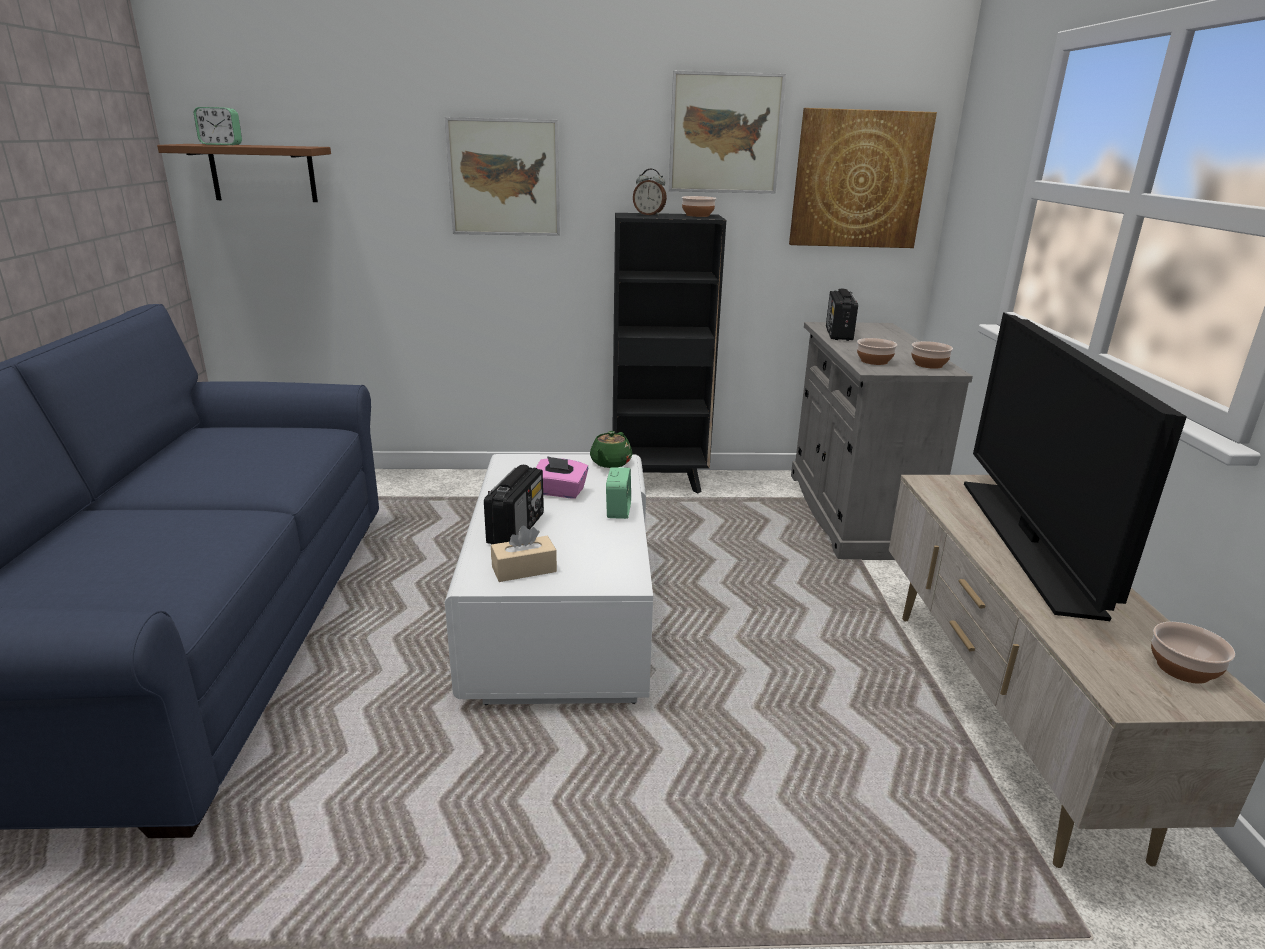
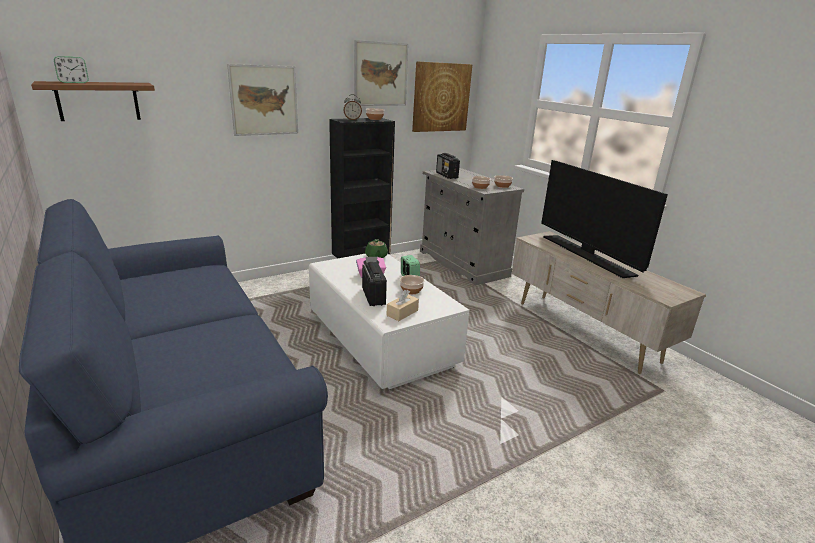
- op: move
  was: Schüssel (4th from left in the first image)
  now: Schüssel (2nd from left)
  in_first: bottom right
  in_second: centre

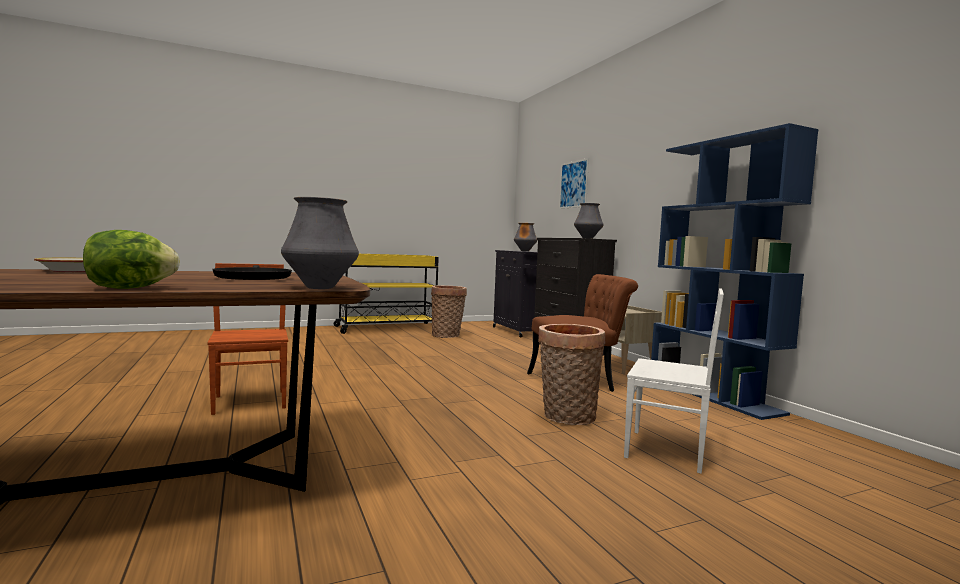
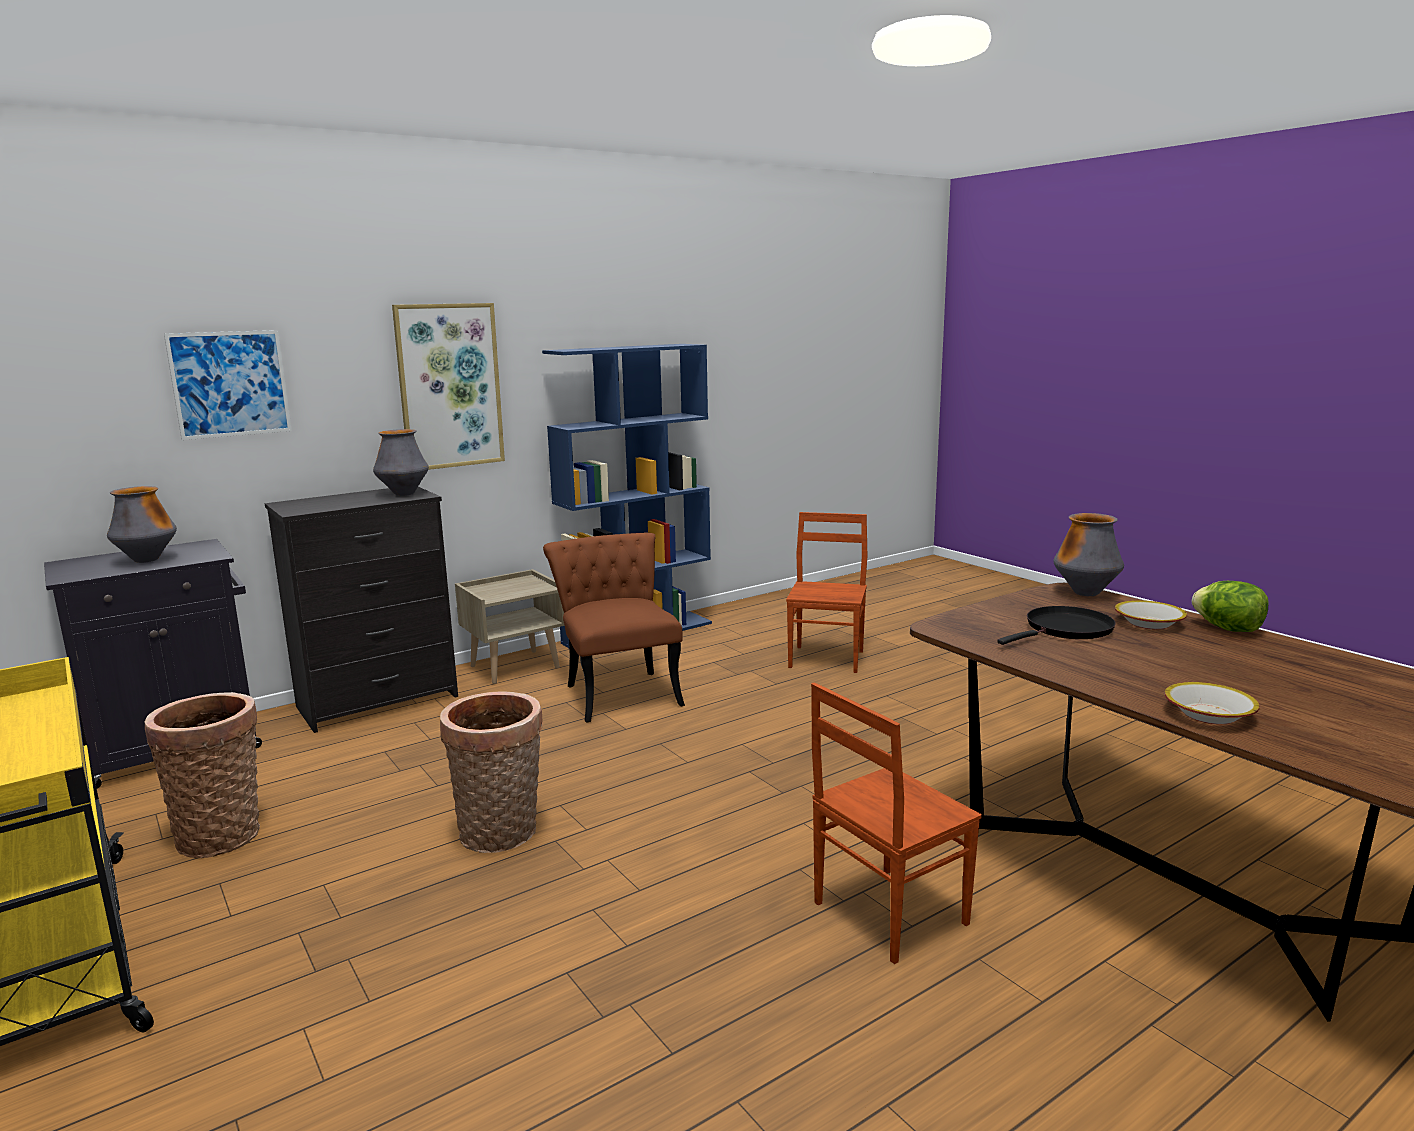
- op: insert
  now: Bild (2nd from left)
  in_second: middle left
- op: insert
  now: Schüssel (1st from left)
  in_second: middle right
- op: move
  was: Korb (2nd from left)
  in_first: centre
  in_second: bottom centre
- op: recolor
  was: Stuhl/weiß
  now: Stuhl/braun (2nd from left)
  in_first: middle right
  in_second: centre

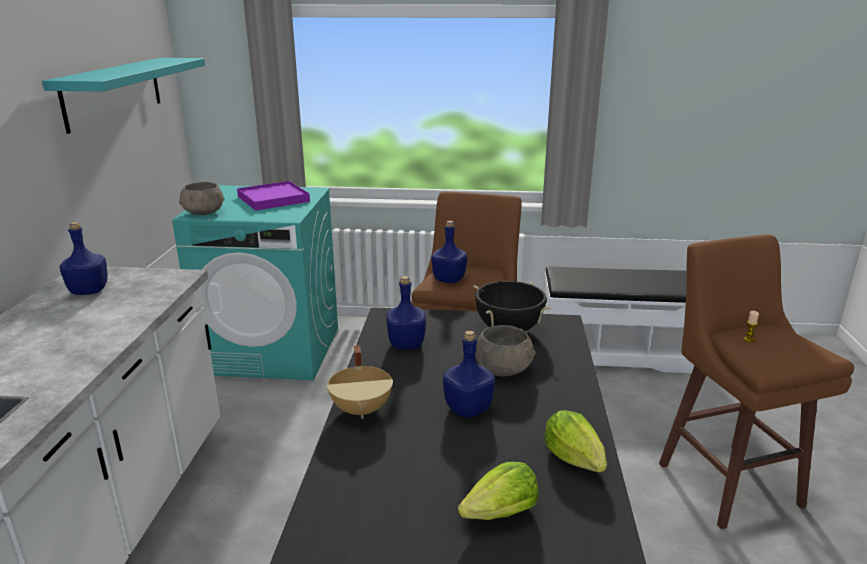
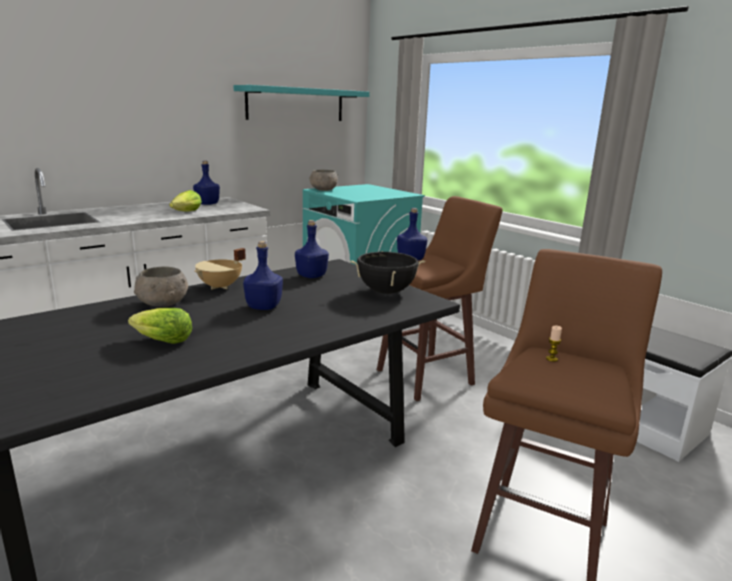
- op: delete
  was: Tablett/lila
  in_first: middle left
- op: move
  was: Schüssel/grau (2nd from left in the first image)
  now: Schüssel/grau (1st from left)
  in_first: centre
  in_second: middle left
- op: move
  was: Salatkopf (2nd from left)
  in_first: bottom centre
  in_second: middle left

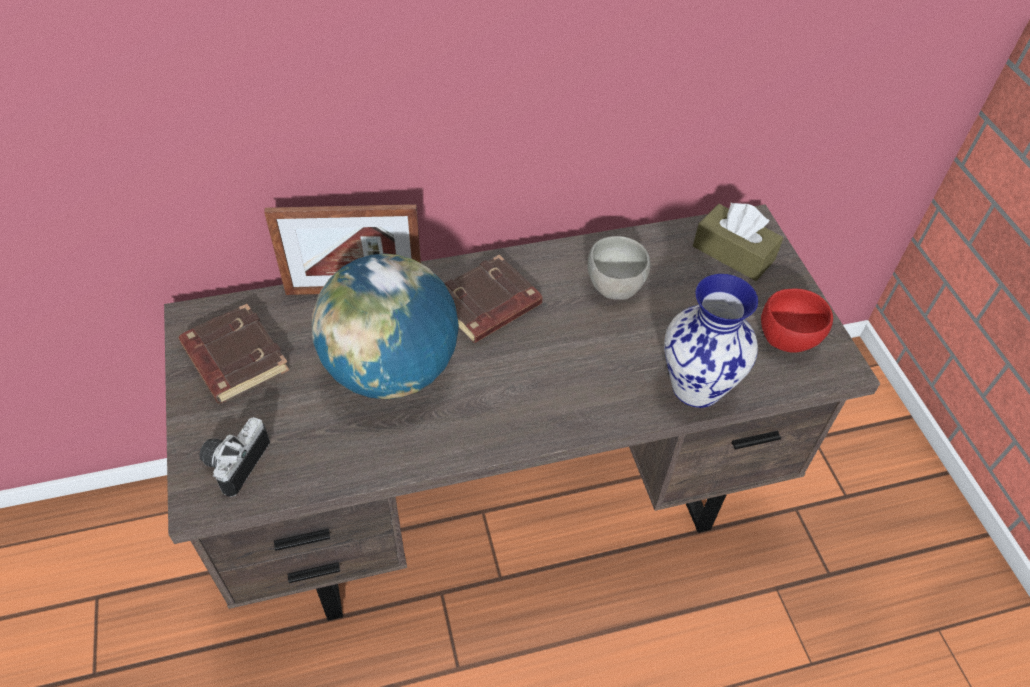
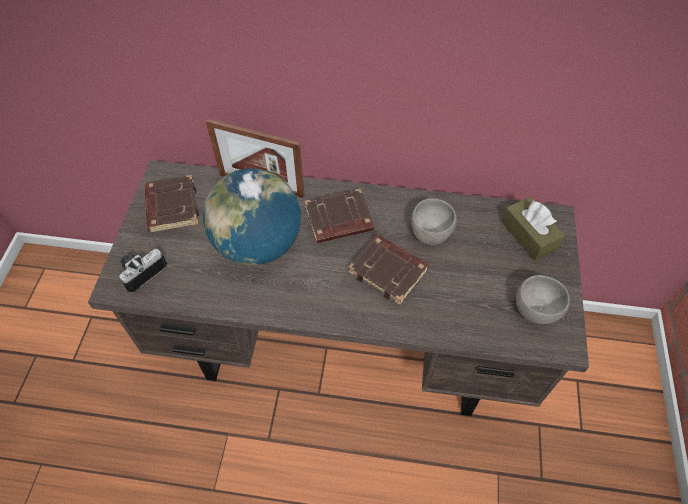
- op: delete
  was: Vase
  in_first: middle right
- op: insert
  now: Buch/braun (3rd from left)
  in_second: centre
- op: recolor
  was: Schüssel/rot
  now: Schüssel/grau (2nd from left)
  in_first: middle right
  in_second: middle right

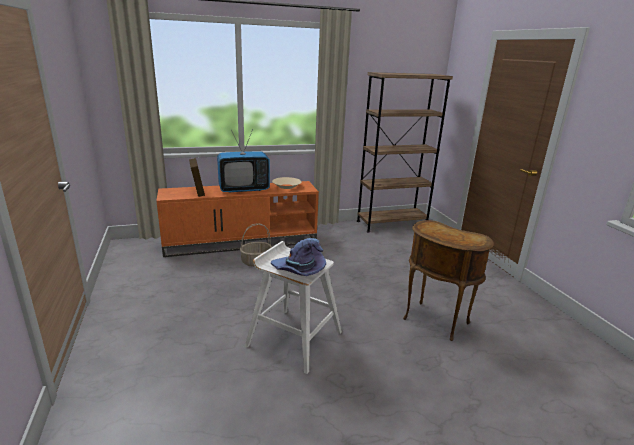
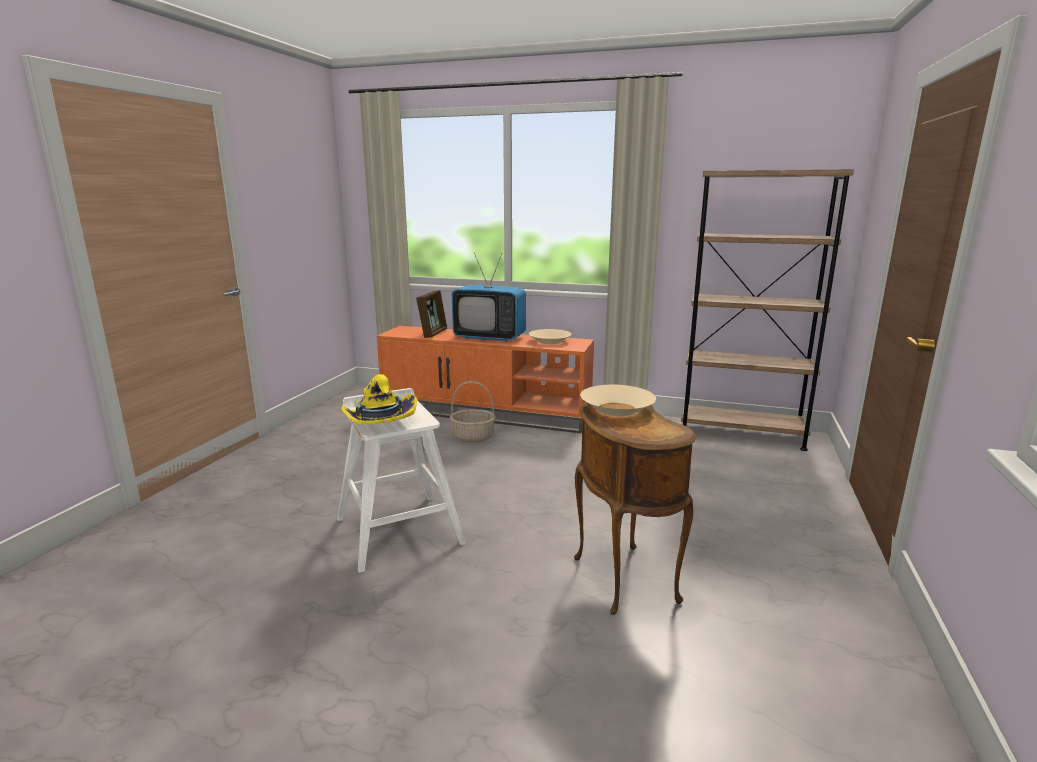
- op: insert
  now: Schüssel/beige (2nd from left)
  in_second: centre
- op: recolor
  was: Hut/lila
  now: Hut/gelb
  in_first: centre
  in_second: centre

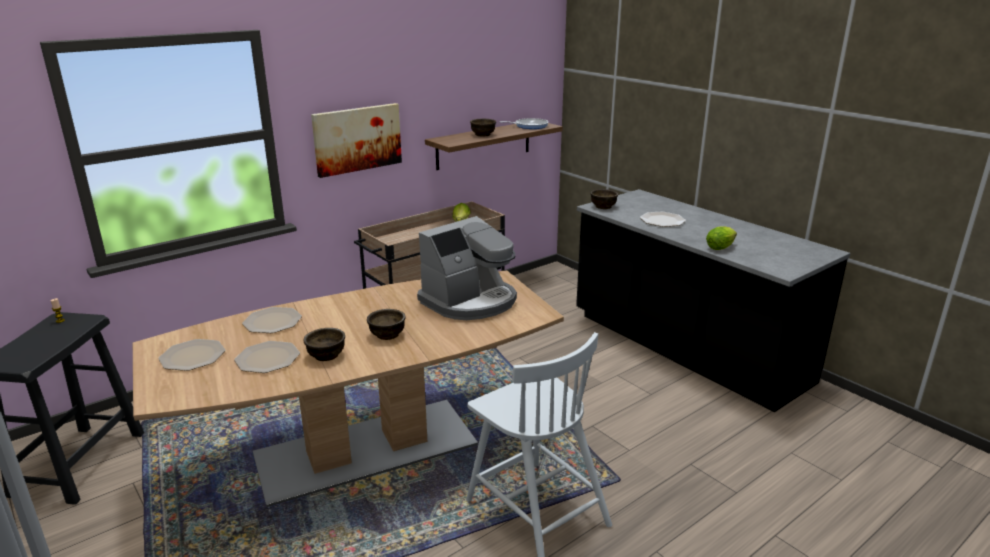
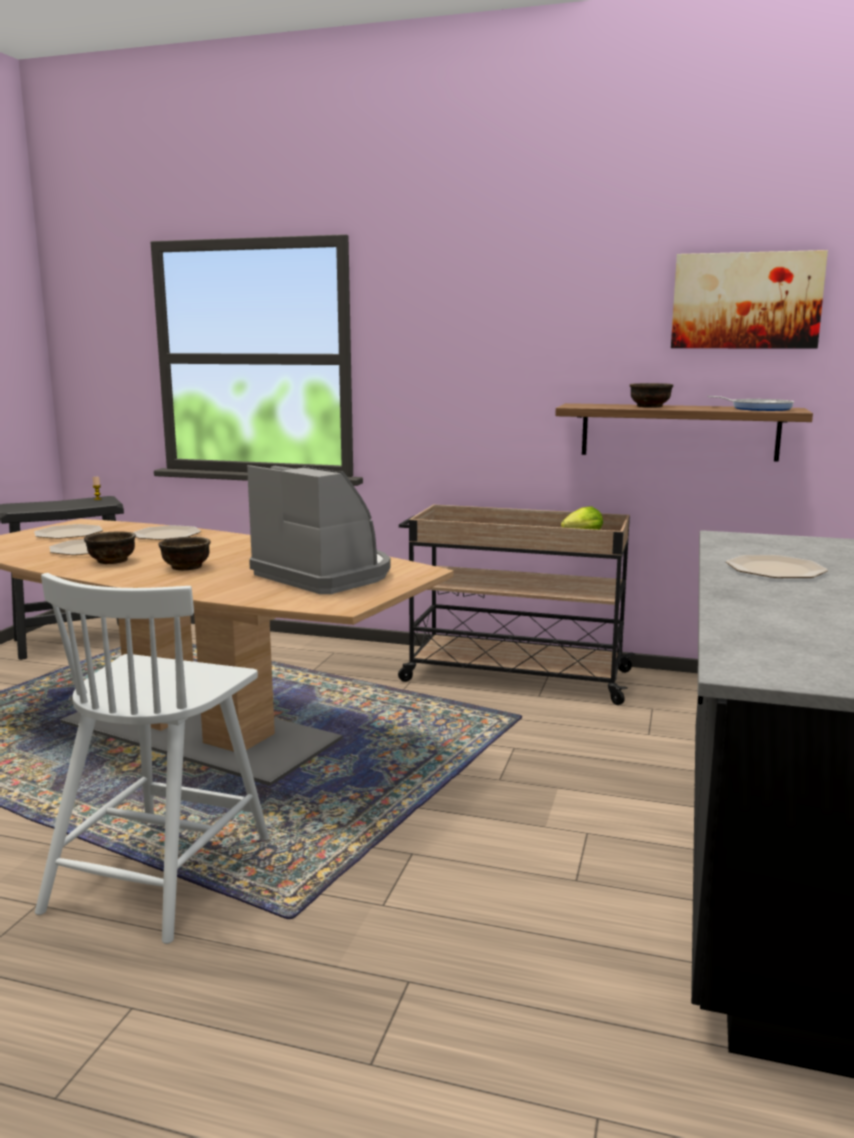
- op: delete
  was: Schüssel/braun (4th from left)
  in_first: centre
- op: delete
  was: Salatkopf (2nd from left)
  in_first: middle right
- op: move
  was: Bild
  in_first: top centre
  in_second: top right
- op: rotate
  was: Kaffeemaschine
  in_first: centre
  in_second: centre
  clockwise: -150

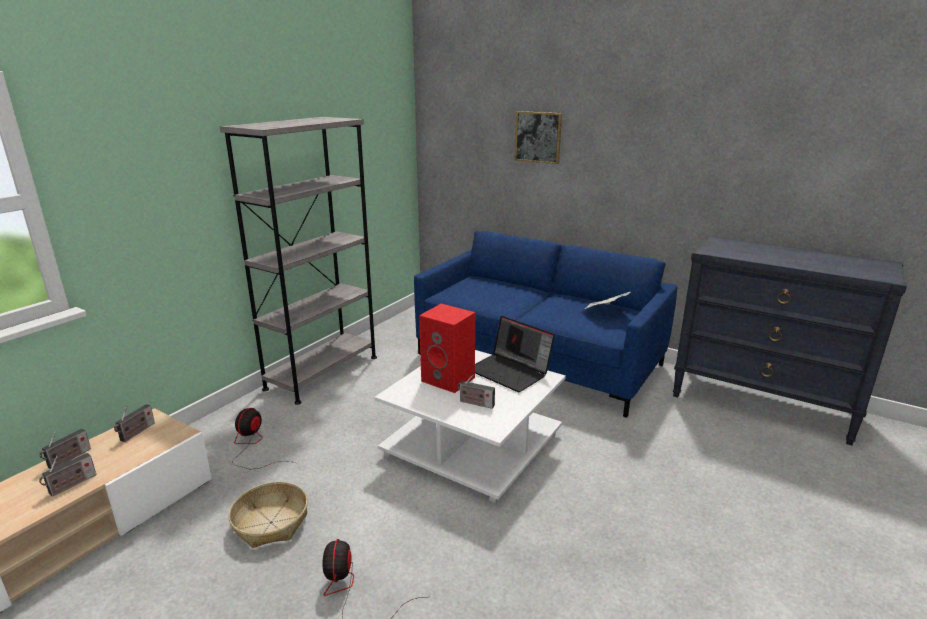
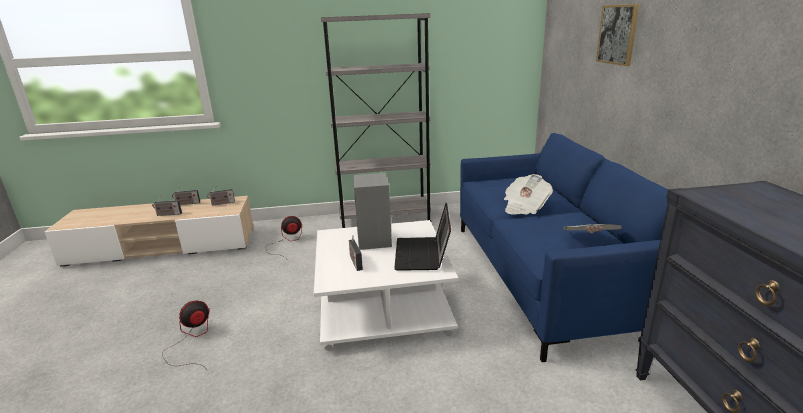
- op: delete
  was: Korb
  in_first: bottom left
- op: insert
  now: Zeitung (1st from left)
  in_second: centre
- op: recolor
  was: Lautsprecher/rot
  now: Lautsprecher/grau
  in_first: centre
  in_second: centre

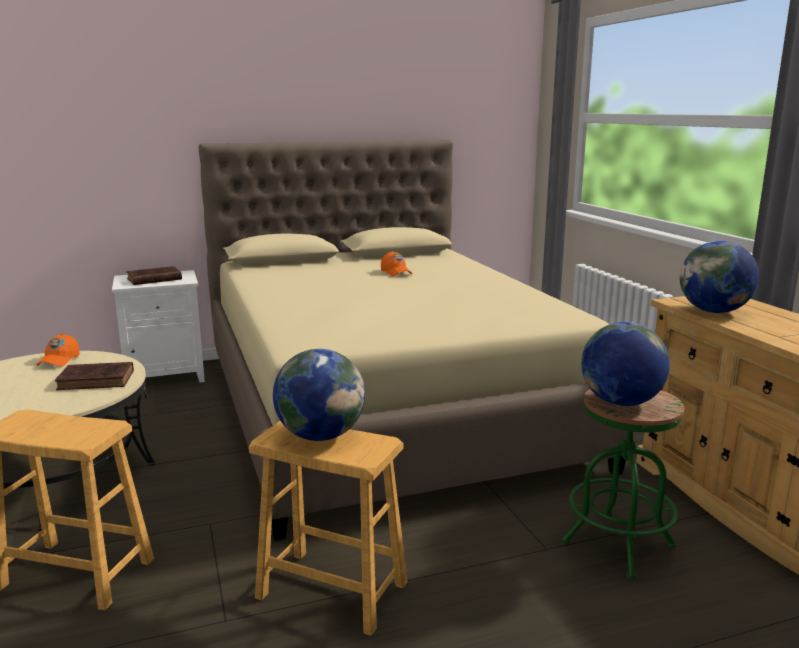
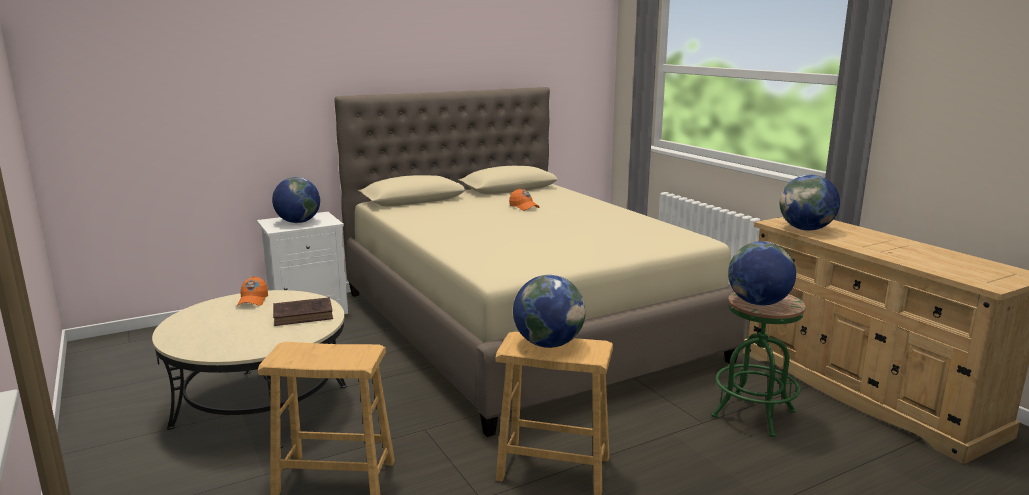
- op: replace
  was: Buch/braun (2nd from left)
  now: Globus (1st from left)
  in_first: middle left
  in_second: middle left

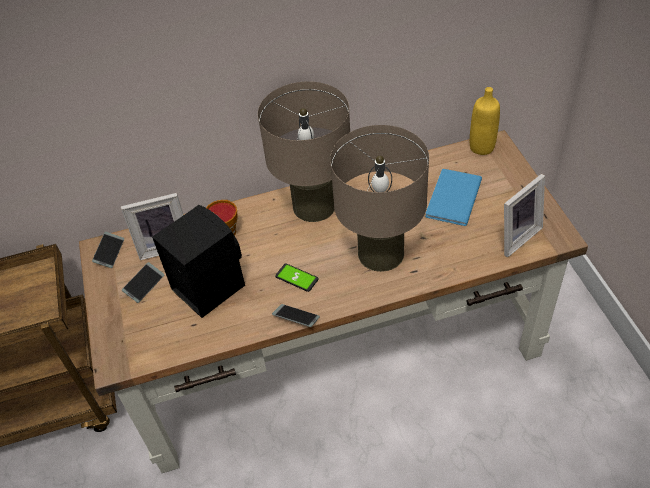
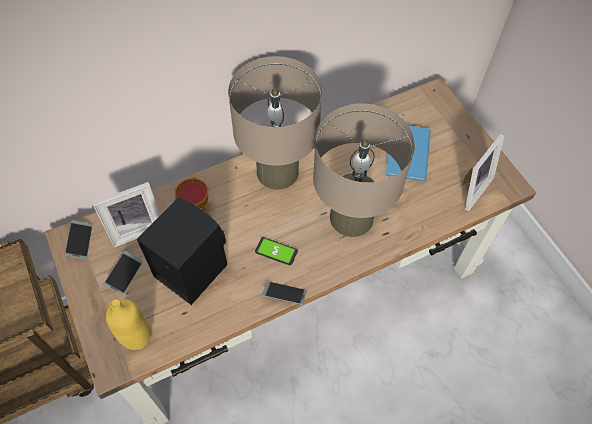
- op: move
  was: Flasche/gelb
  in_first: top right
  in_second: bottom left

